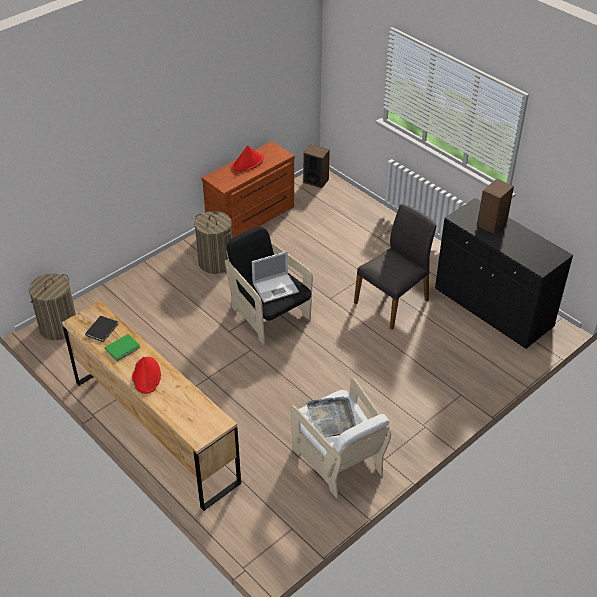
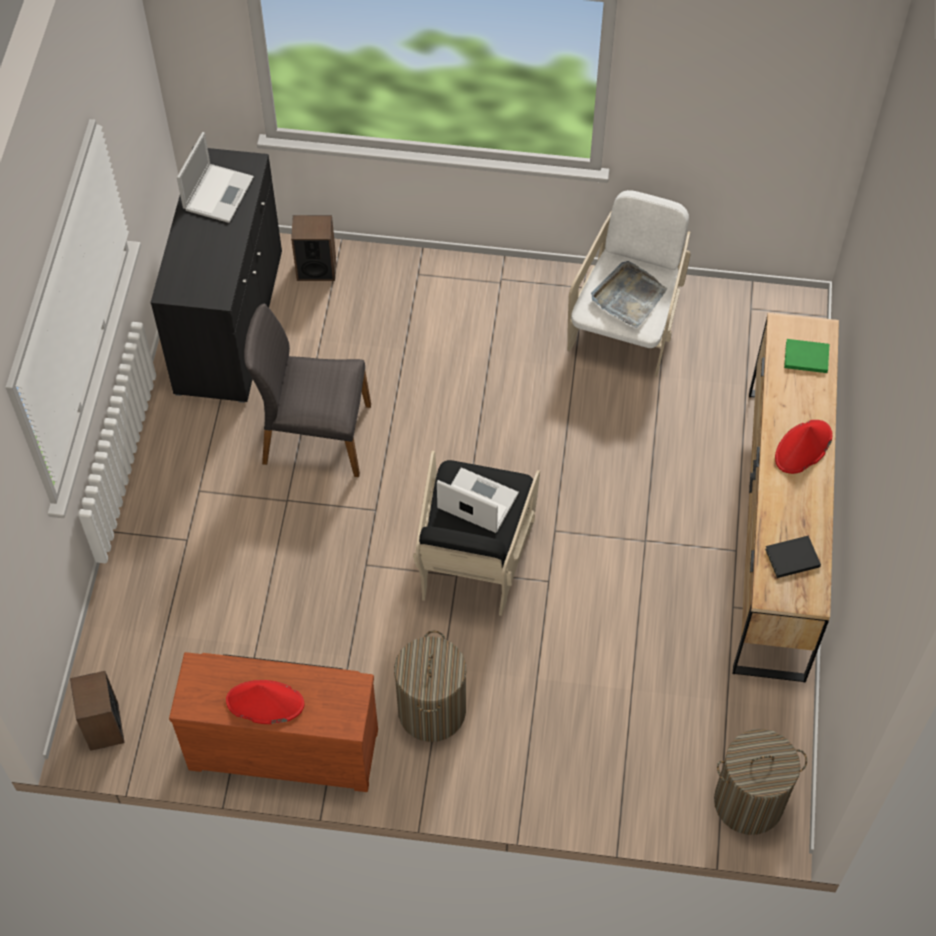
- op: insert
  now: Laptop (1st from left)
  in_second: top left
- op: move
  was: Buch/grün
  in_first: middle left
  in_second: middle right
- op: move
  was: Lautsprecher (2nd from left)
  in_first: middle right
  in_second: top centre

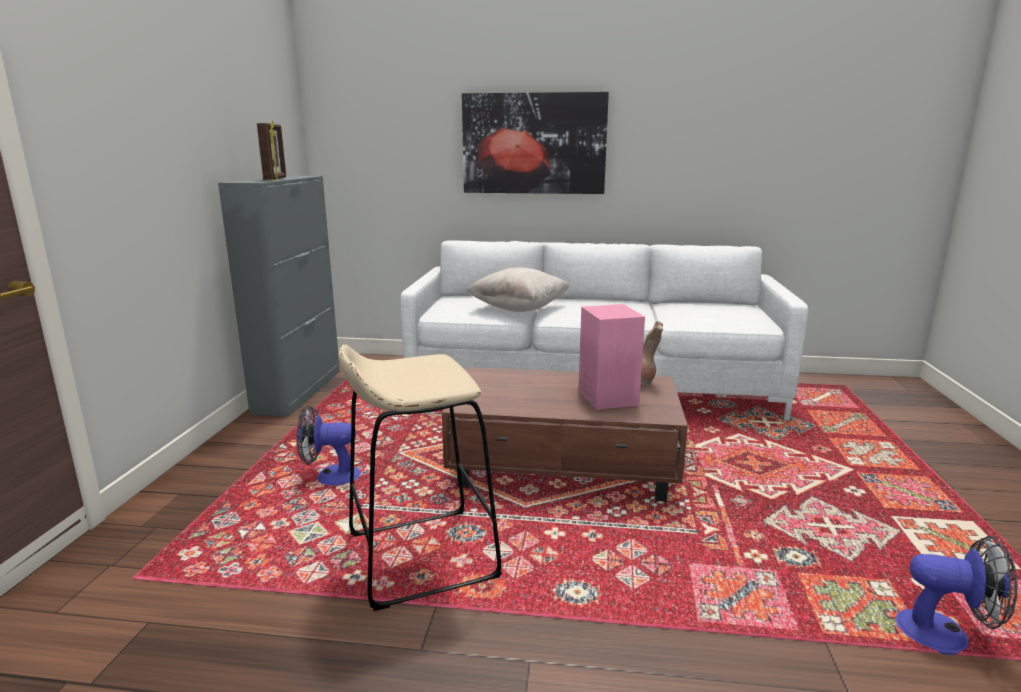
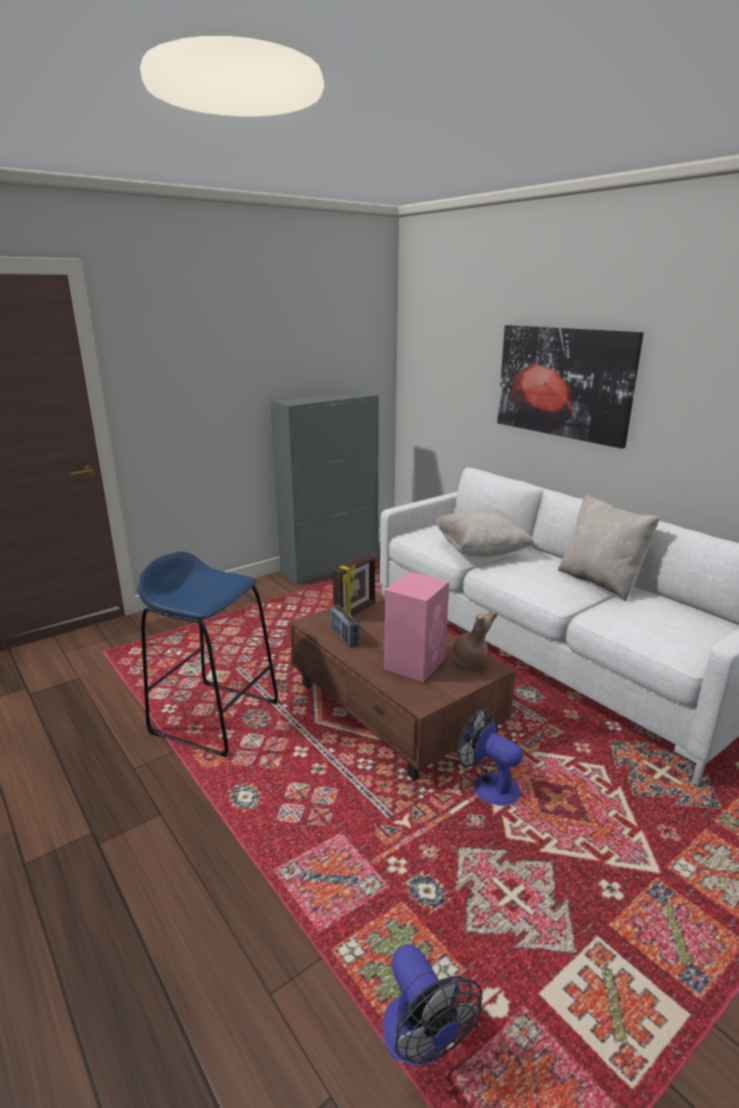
- op: insert
  now: Radio
  in_second: centre
- op: insert
  now: Kissen/beige (2nd from left)
  in_second: middle right
- op: move
  was: Bilderrahmen
  in_first: top left
  in_second: centre
- op: move
  was: Ventilator (1st from left in the first image)
  now: Ventilator (2nd from left)
  in_first: middle left
  in_second: bottom centre
- op: recolor
  was: Hocker/beige
  now: Hocker/blau
  in_first: bottom centre
  in_second: middle left

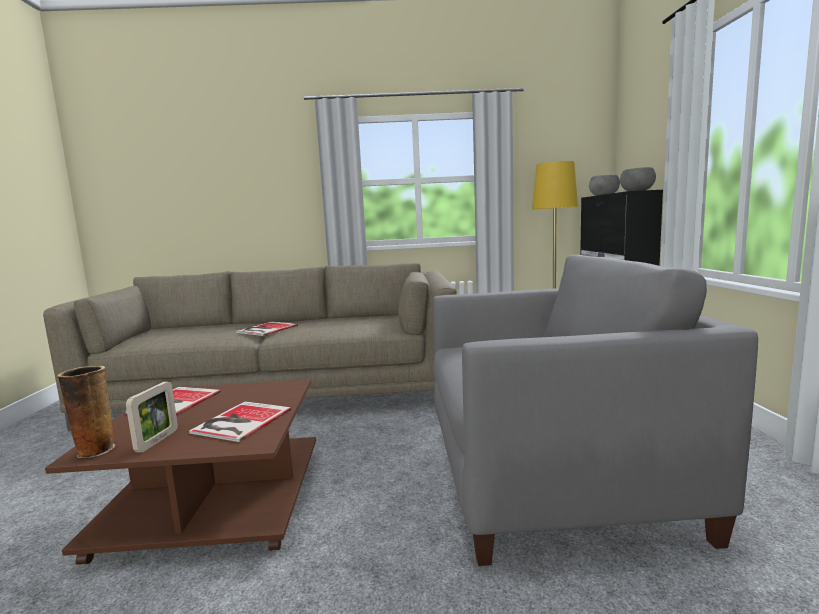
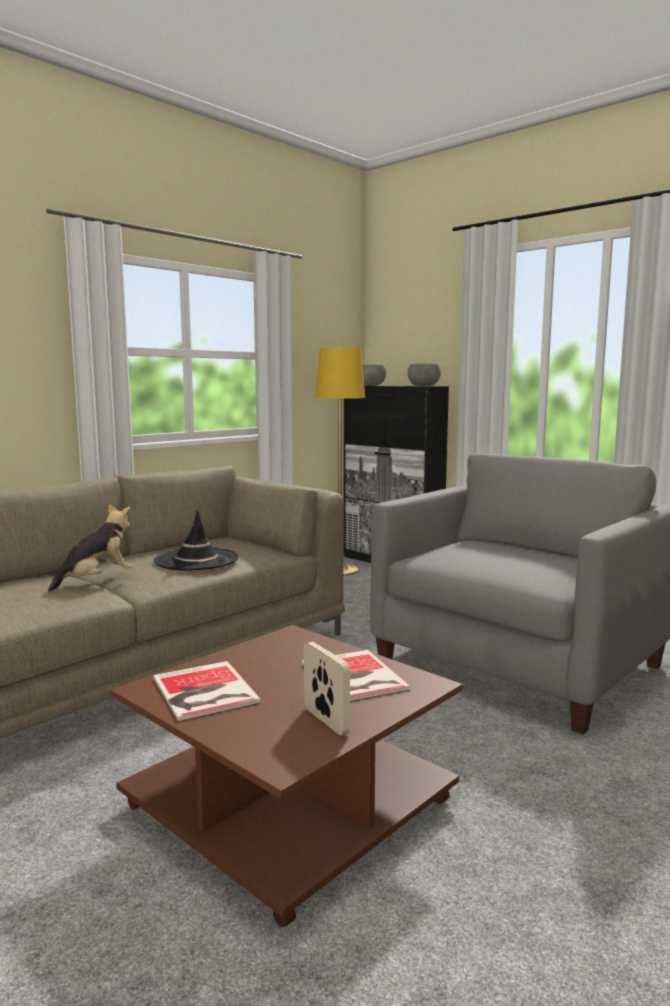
- op: delete
  was: Vase
  in_first: bottom left
- op: insert
  now: Hut/schwarz
  in_second: middle left
- op: replace
  was: Buch (3rd from left)
  now: Plüschtier
  in_first: middle left
  in_second: middle left

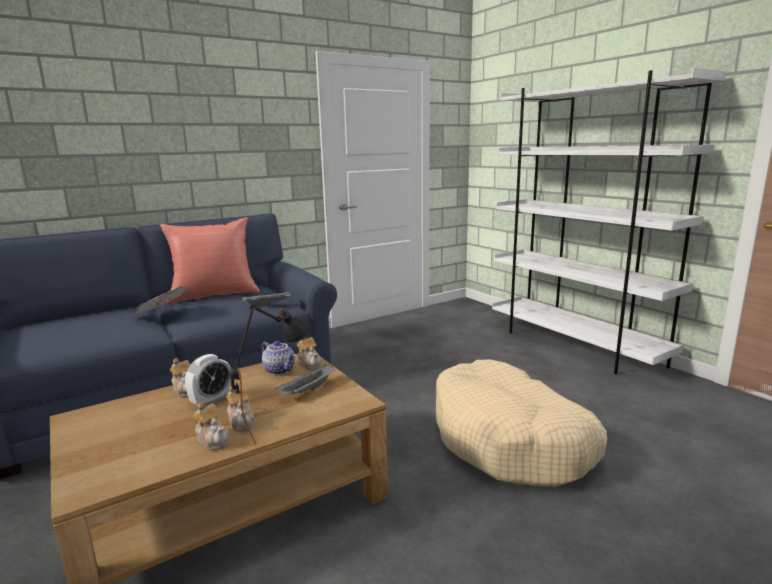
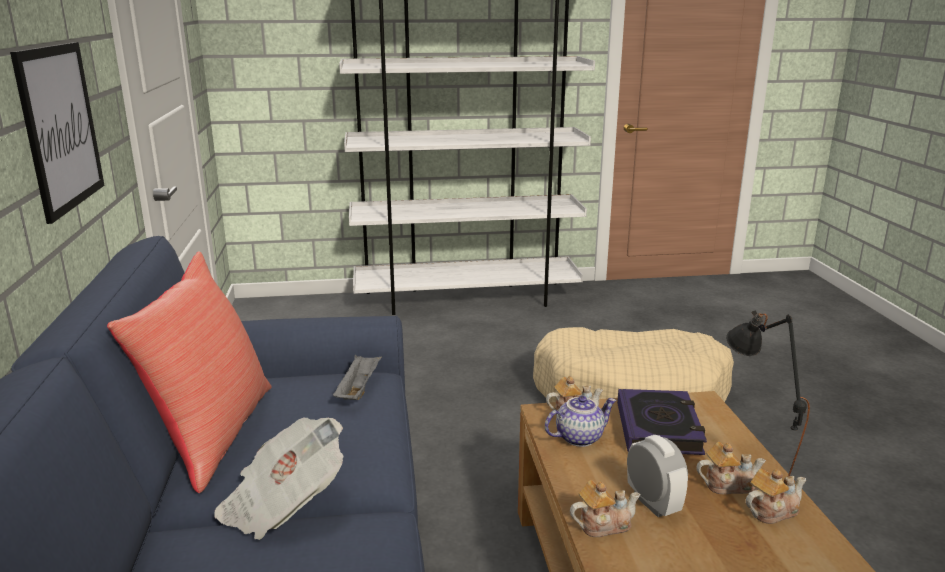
- op: insert
  now: Bild
  in_second: top left
- op: replace
  was: Tablett/grau (2nd from left)
  now: Buch
  in_first: centre
  in_second: bottom right

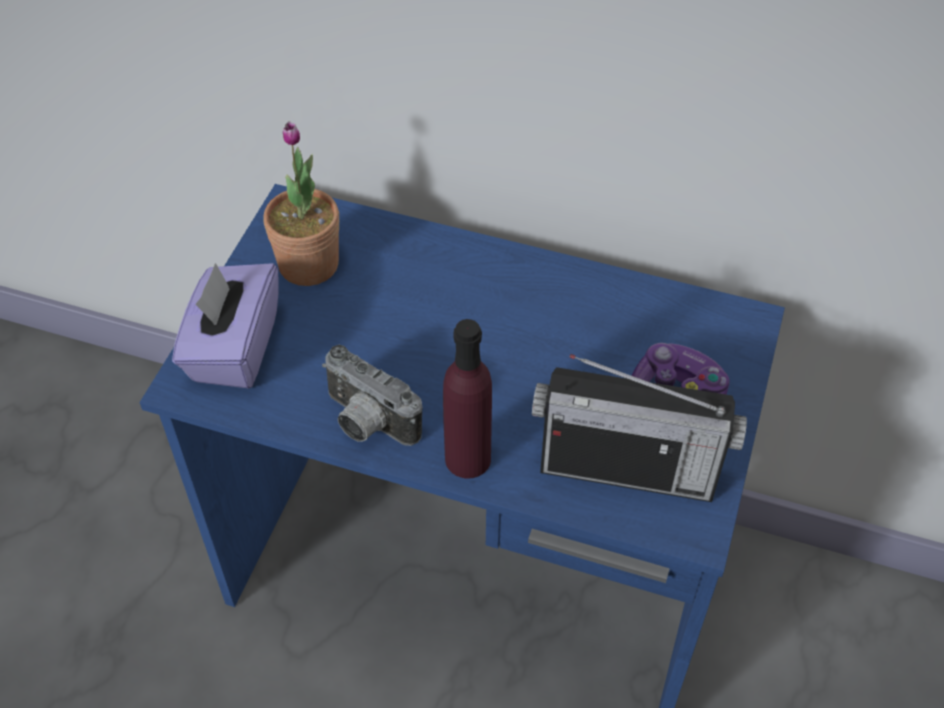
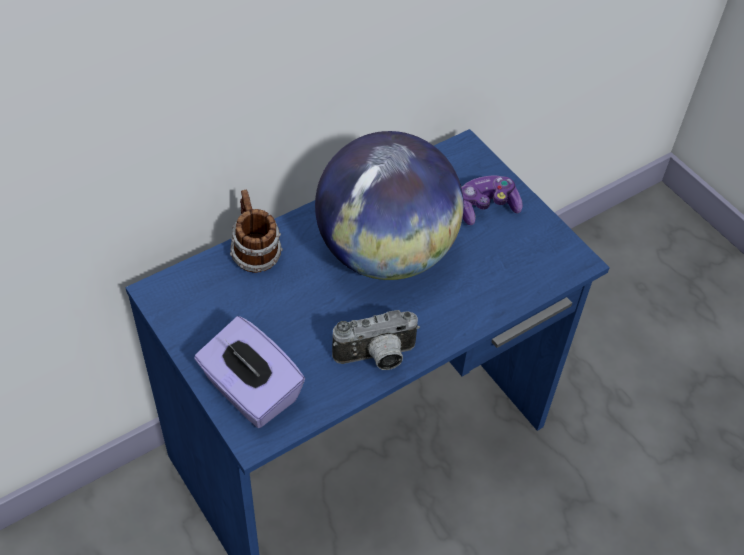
- op: delete
  was: Topfpflanze
  in_first: top left
- op: delete
  was: Flasche/lila
  in_first: centre
- op: delete
  was: Radio
  in_first: middle right
- op: insert
  now: Henkelbecher
  in_second: centre
- op: insert
  now: Globus
  in_second: centre

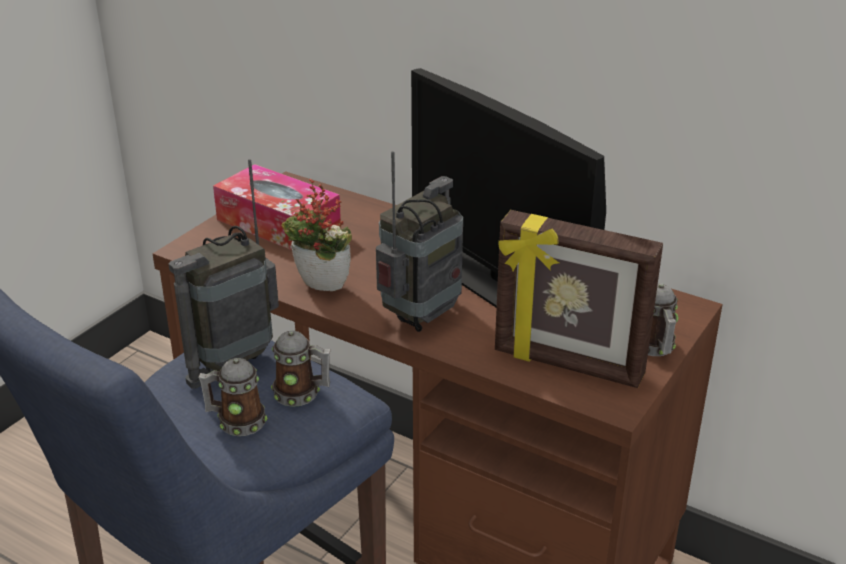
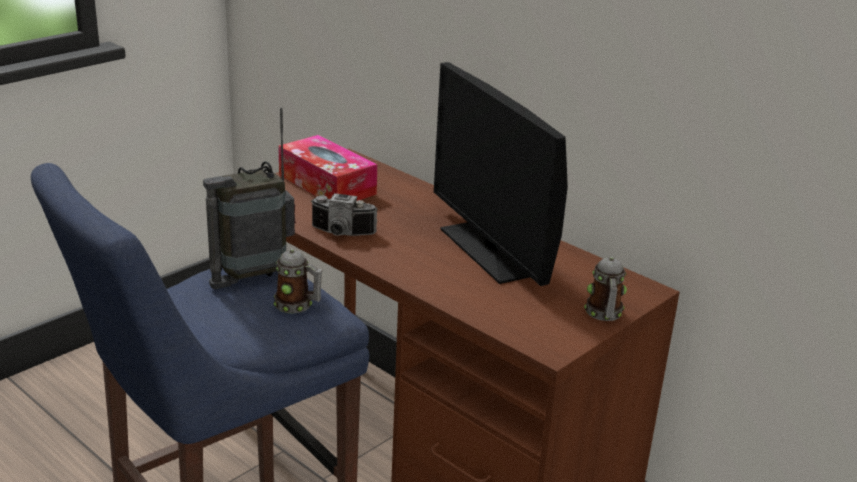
- op: delete
  was: Henkelbecher (1st from left)
  in_first: bottom left
- op: delete
  was: Radio (2nd from left)
  in_first: centre
- op: delete
  was: Bilderrahmen
  in_first: middle right
- op: replace
  was: Topfpflanze
  now: Kamera
  in_first: centre
  in_second: centre

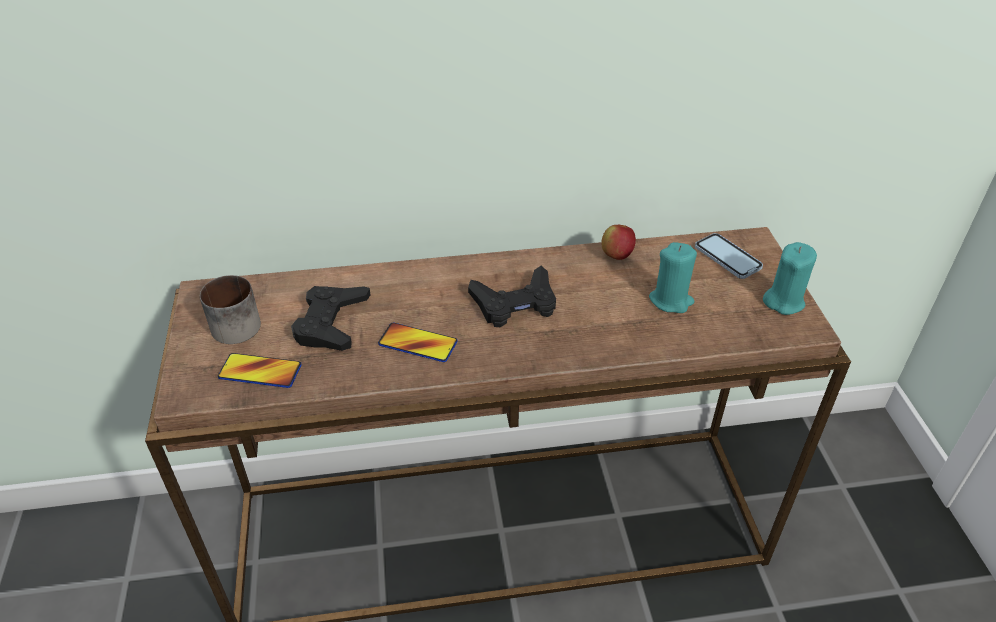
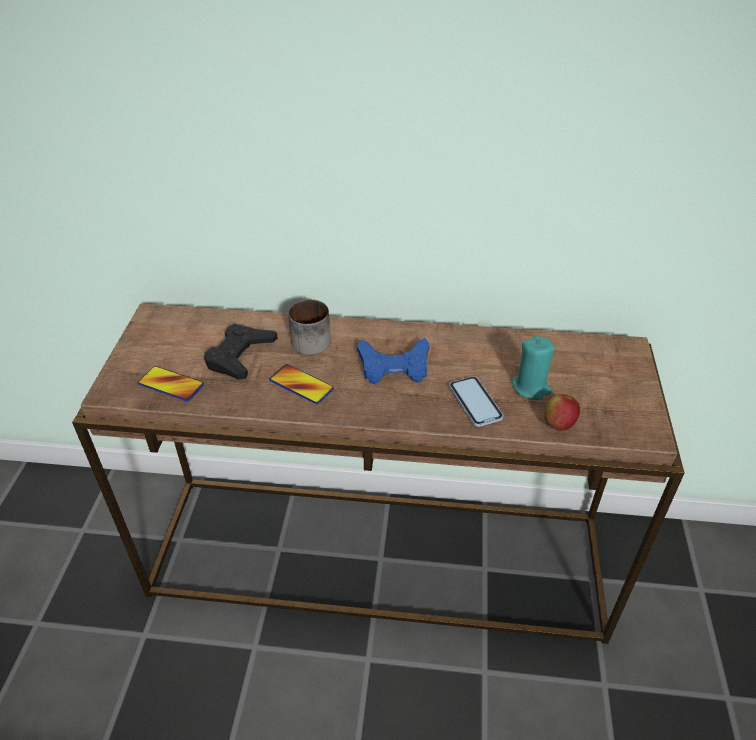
- op: delete
  was: Kerze/türkis (2nd from left)
  in_first: middle right
- op: move
  was: Henkelbecher
  in_first: middle left
  in_second: centre
- op: move
  was: Apfel
  in_first: centre
  in_second: middle right
- op: move
  was: Handy (3rd from left)
  in_first: middle right
  in_second: centre
- op: recolor
  was: Gamepad/schwarz (2nd from left)
  now: Gamepad/blau
  in_first: centre
  in_second: centre

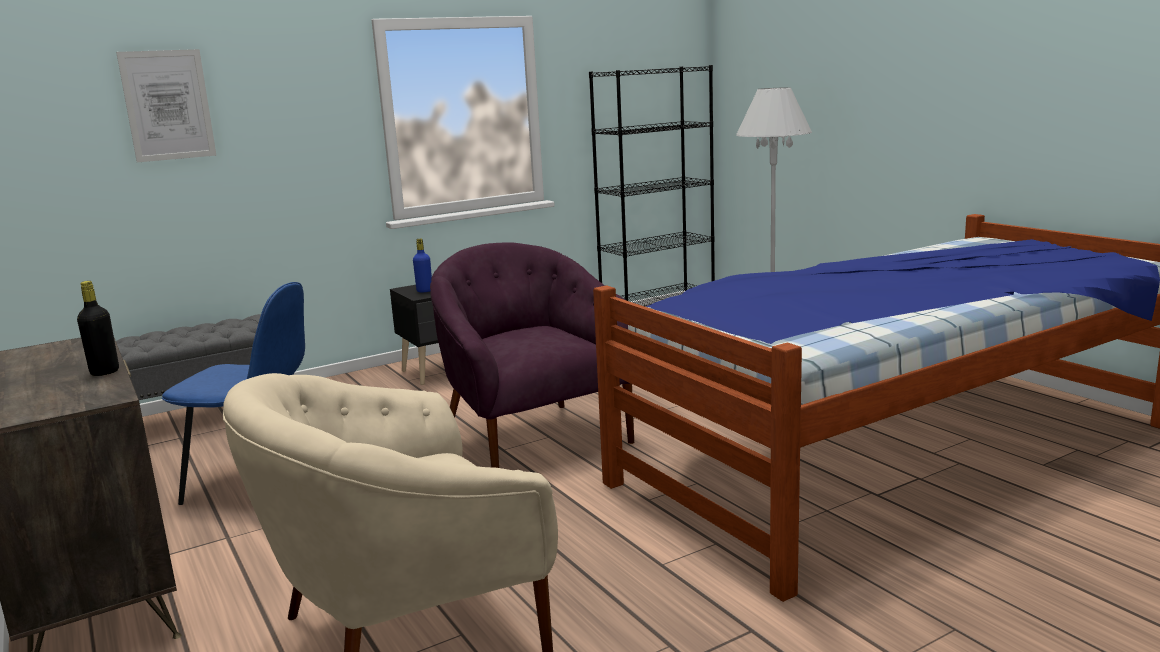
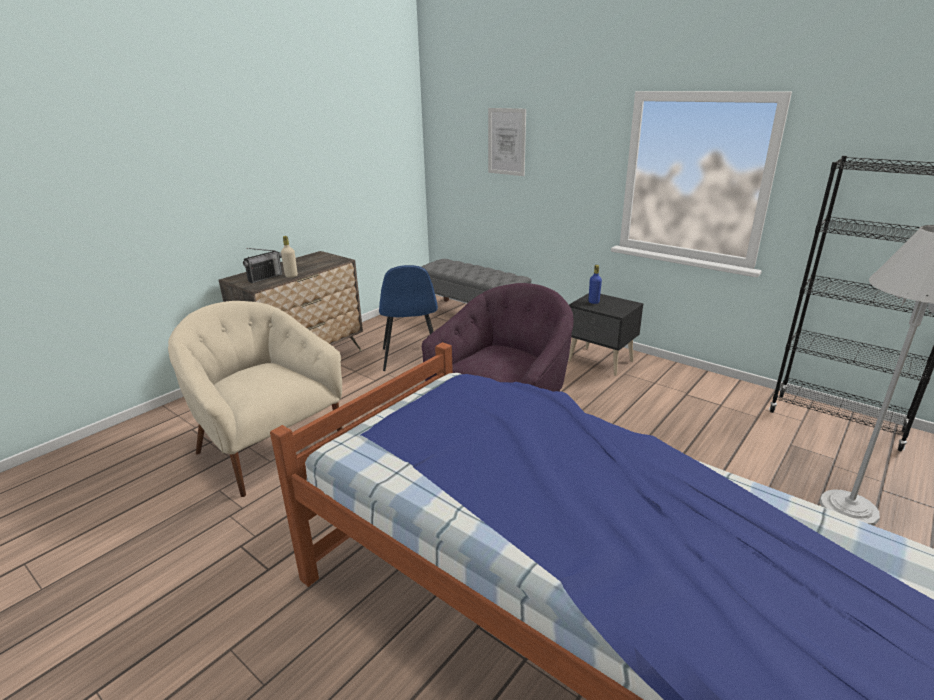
- op: insert
  now: Radio
  in_second: middle left
- op: recolor
  was: Flasche/schwarz
  now: Flasche/beige
  in_first: middle left
  in_second: middle left

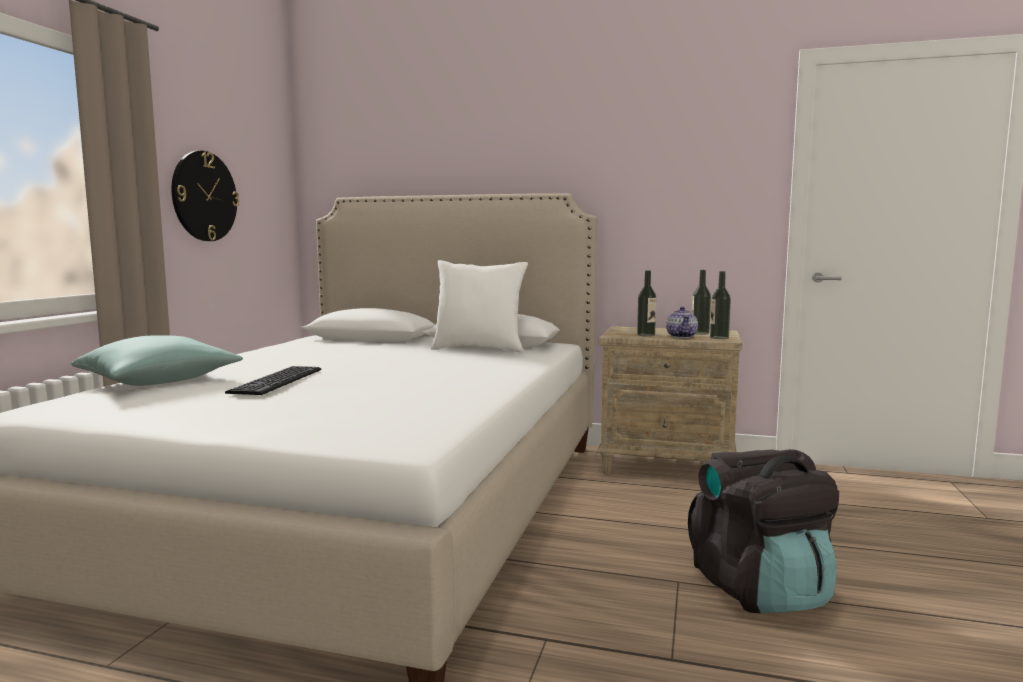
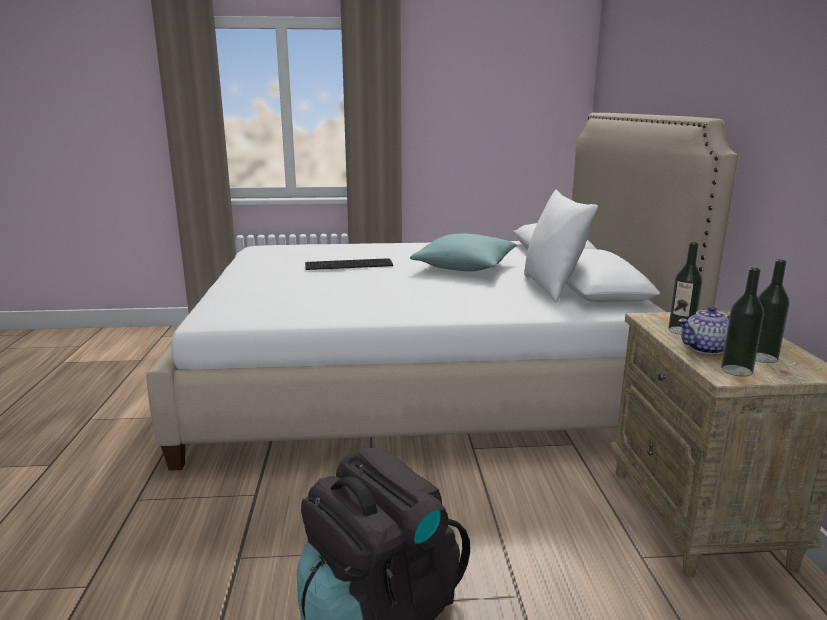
- op: delete
  was: Wanduhr
  in_first: top left
- op: move
  was: Kissen/türkis
  in_first: middle left
  in_second: centre

